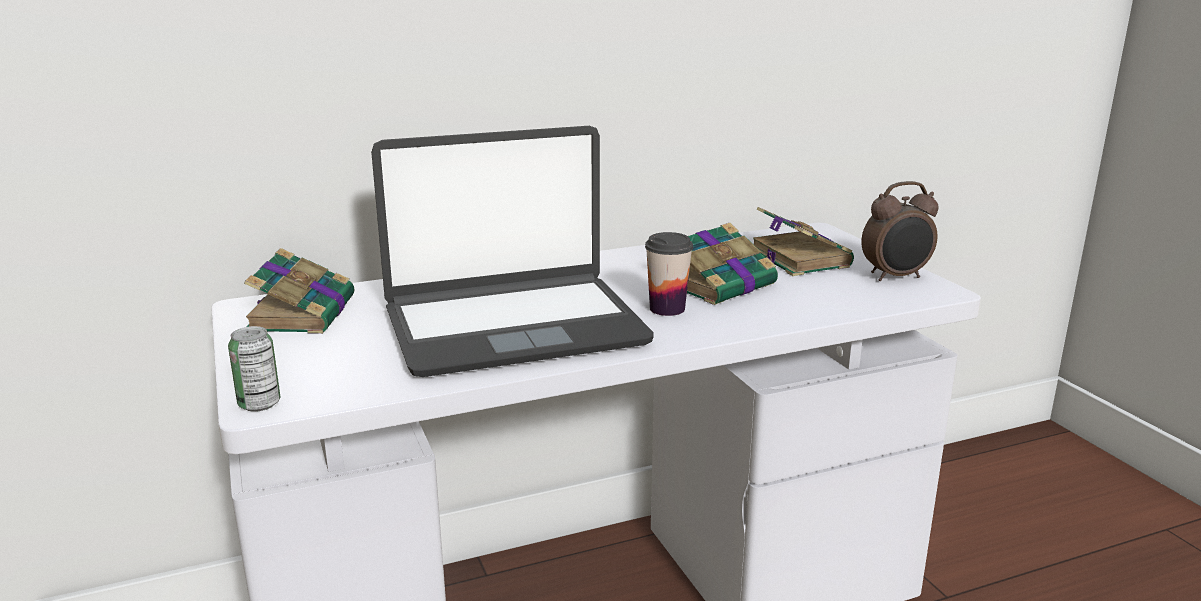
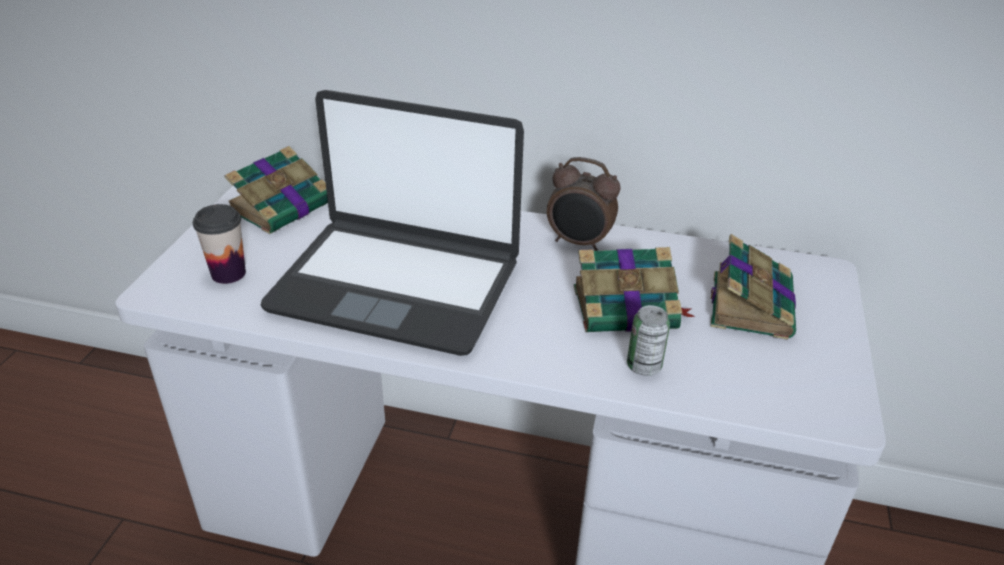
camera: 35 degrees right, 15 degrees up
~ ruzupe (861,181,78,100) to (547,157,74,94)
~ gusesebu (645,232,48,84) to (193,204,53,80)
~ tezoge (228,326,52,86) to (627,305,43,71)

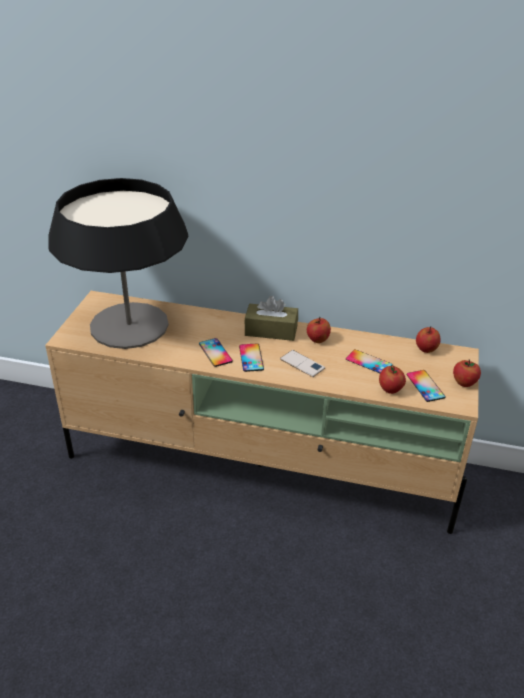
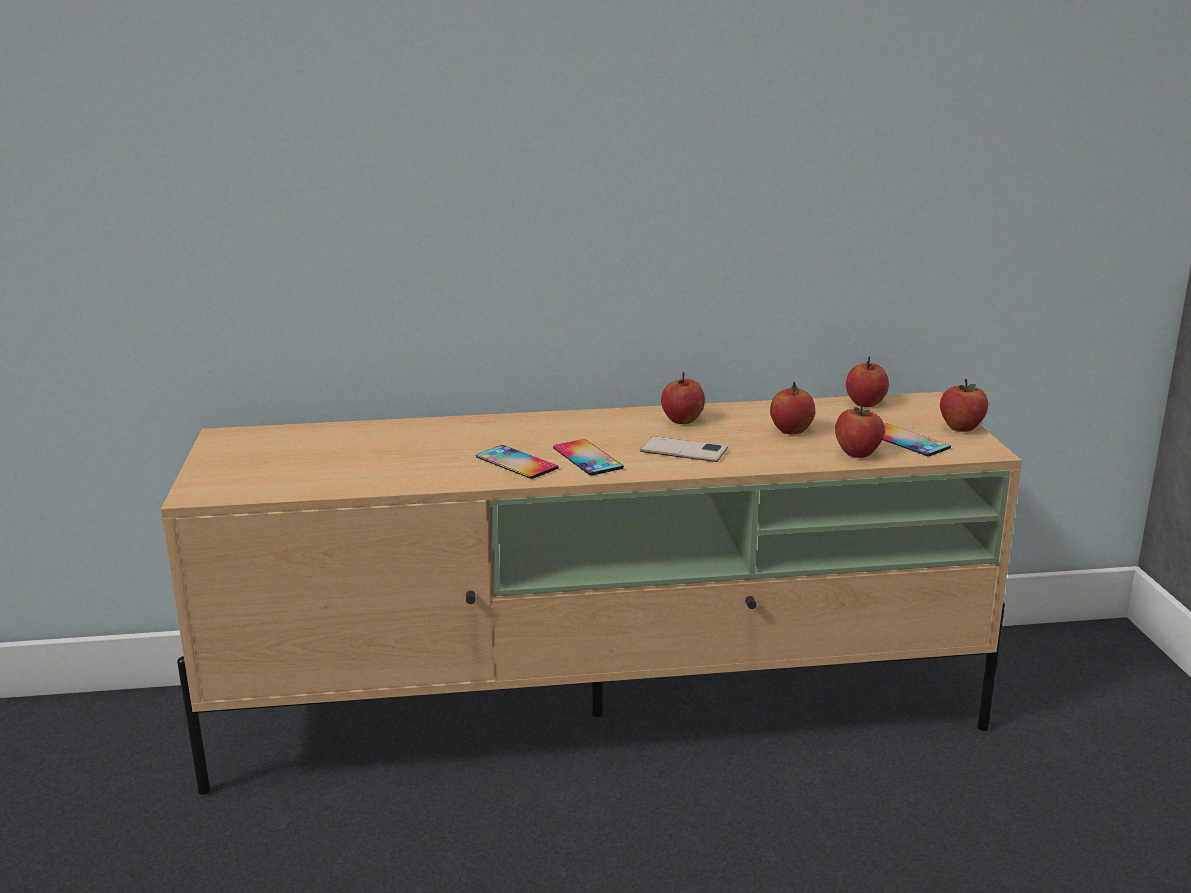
camera: 20 degrees left, 15 degrees down
- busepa (48,178,140,171)
- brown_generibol (244,296,54,45)
~ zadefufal (346,349,47,24) to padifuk (770,382,45,53)

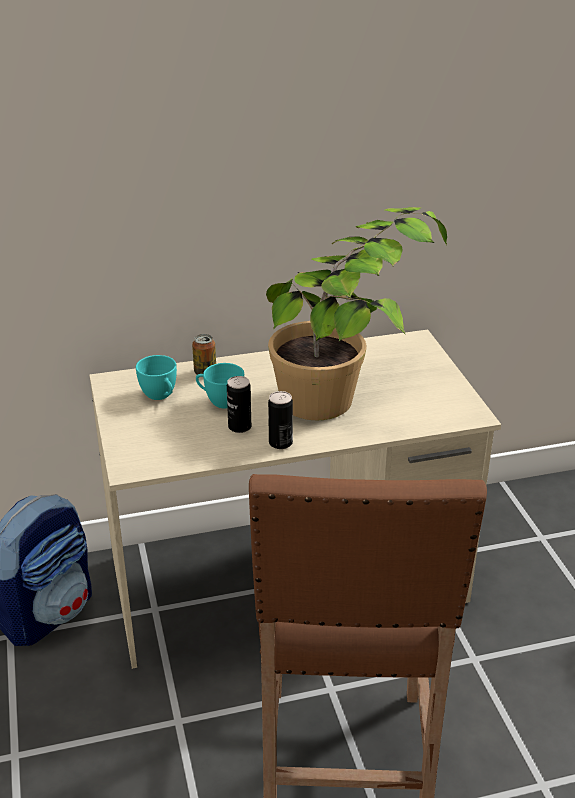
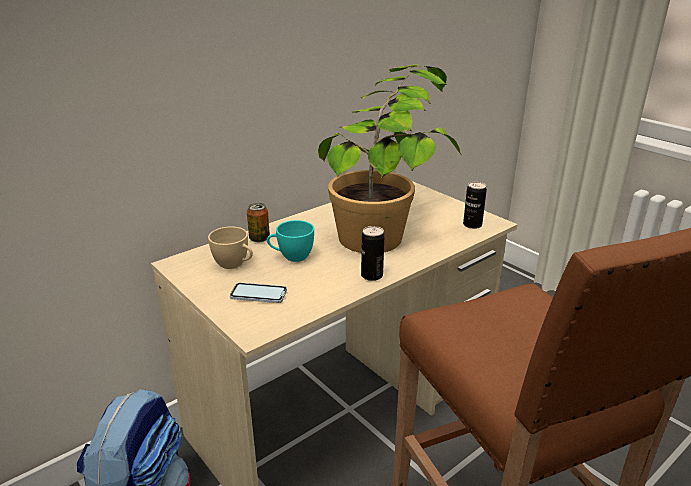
camera: 25 degrees left, 5 degrees down
~ turquoise_gusesebu (136,355,41,45) to beige_gusesebu (208,226,45,43)
~ tezoge (227,376,24,57) to (463,182,24,47)
+ zadefufal (230,283,57,20)

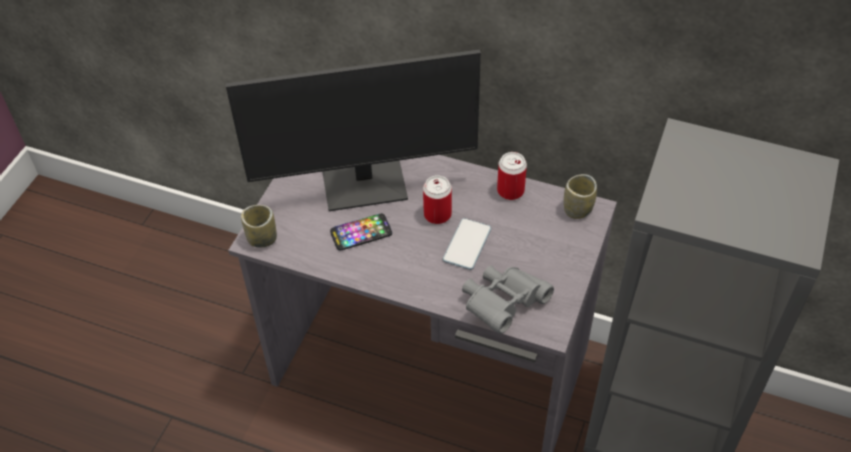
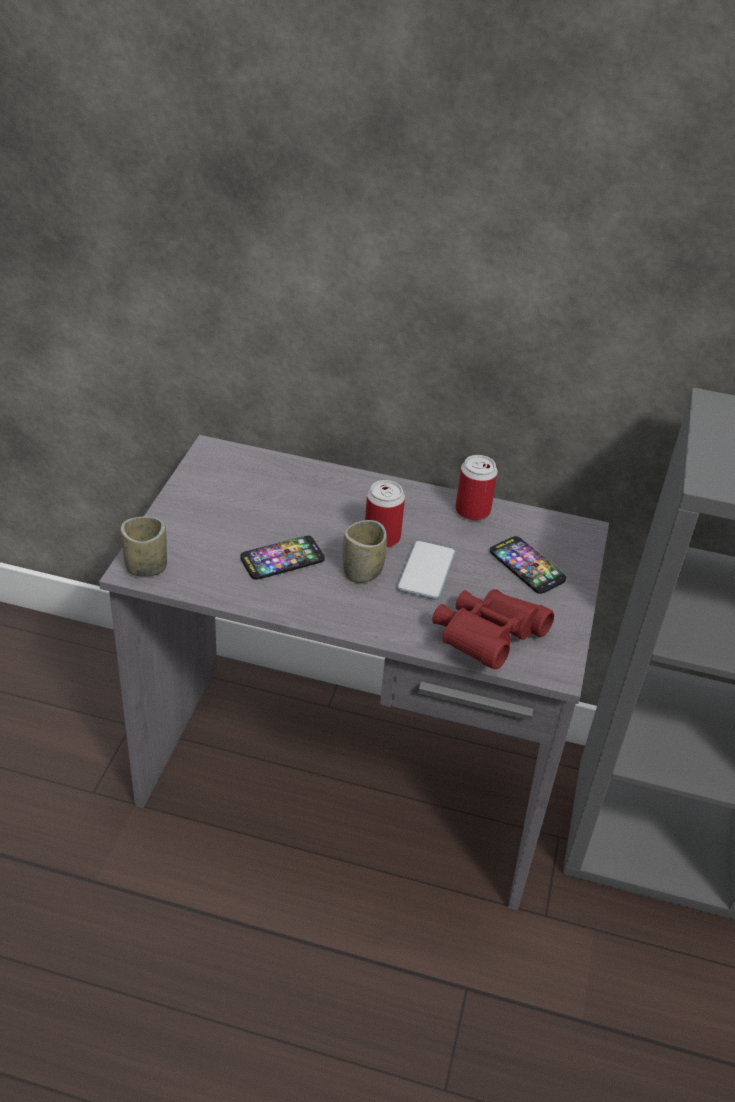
camera: 10 degrees left, 10 degrees down
- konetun (226,49,255,162)
~ gusesebu (564,174,33,45) to (342,520,45,63)
~ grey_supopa (462,265,92,69) to red_supopa (432,589,122,80)
+ zadefufal (490,536,76,58)

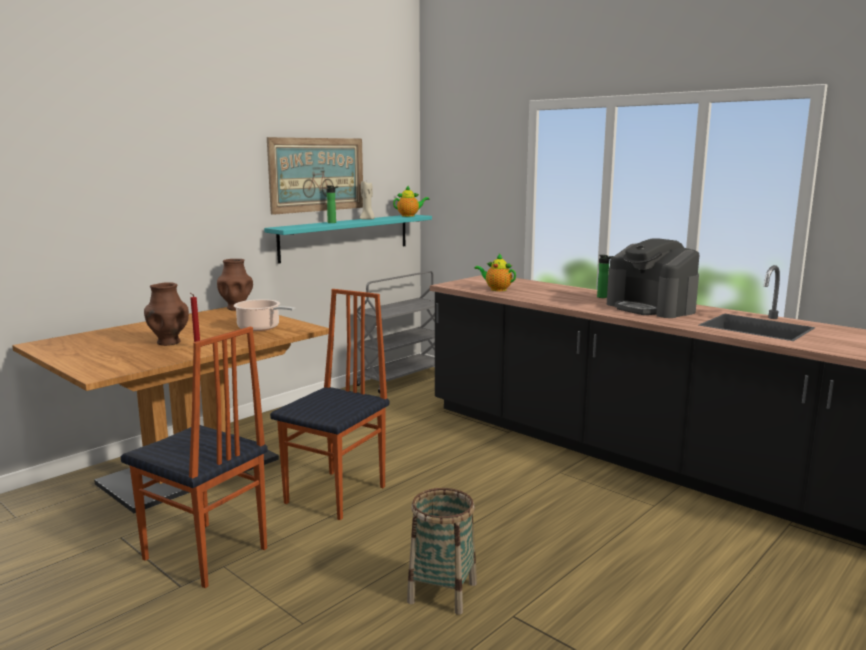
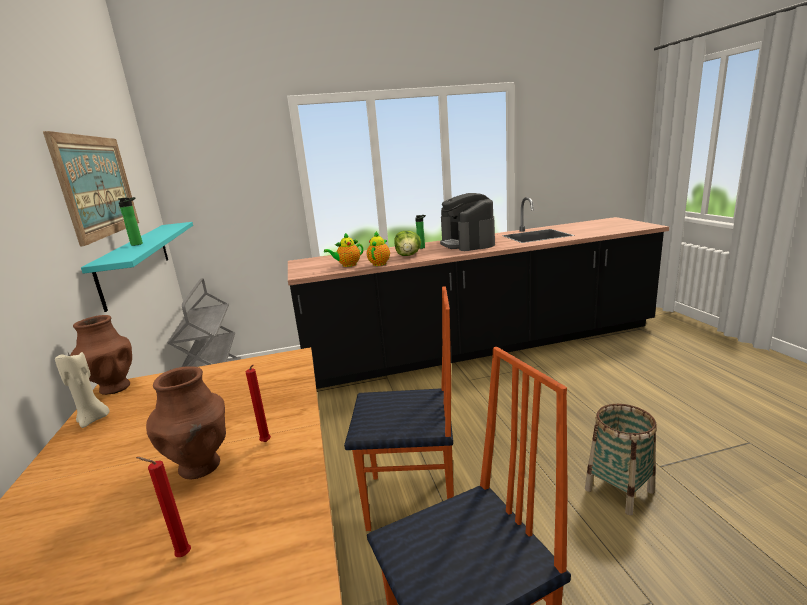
camera: 55 degrees left, 5 degrees up
~ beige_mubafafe (360,181,15,39) to (55,352,55,76)
~ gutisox (393,185,37,32) to (367,231,23,35)
~ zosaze (607,238,92,80) = (440,193,55,58) 75 degrees clockwise
~ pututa (270,289,119,231) = (344,286,110,245) 120 degrees clockwise
- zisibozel (234,299,61,32)
+ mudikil (394,231,27,25)
+ red_mubafafe (136,457,55,100)

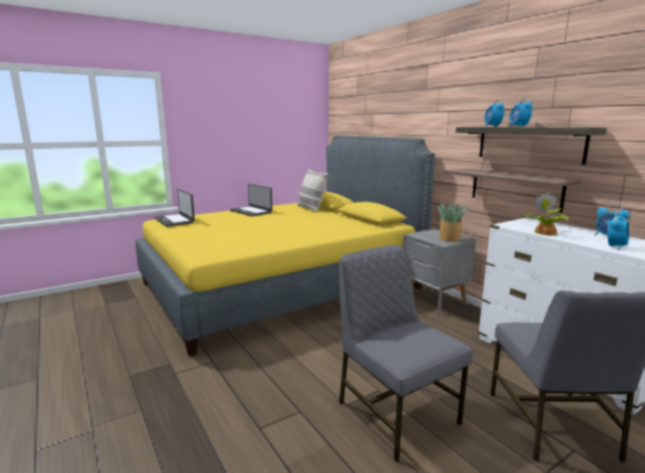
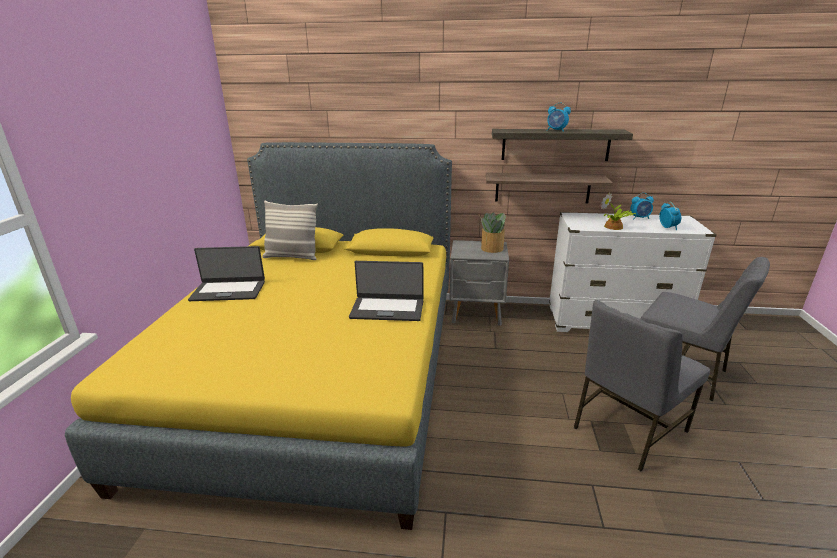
camera: 50 degrees left, 10 degrees up
- ruzupe (484,100,21,27)
~ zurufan (154,189,41,38) to (349,261,75,60)
~ grey_pututa (339,245,134,218) = (574,300,136,171) 45 degrees counterclockwise

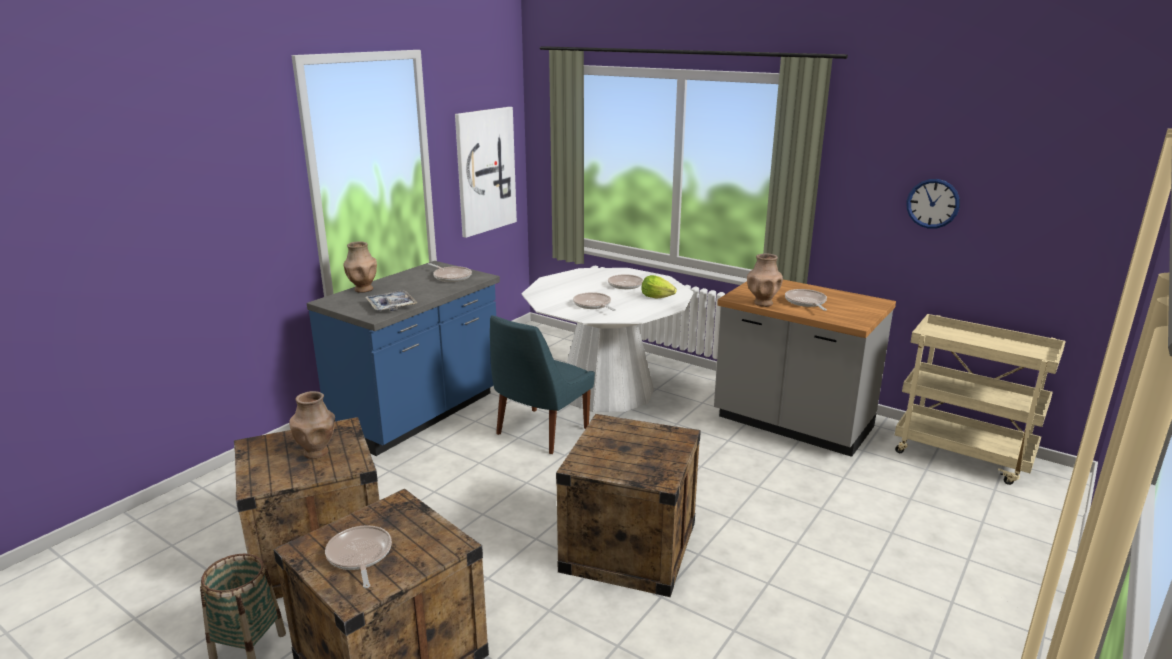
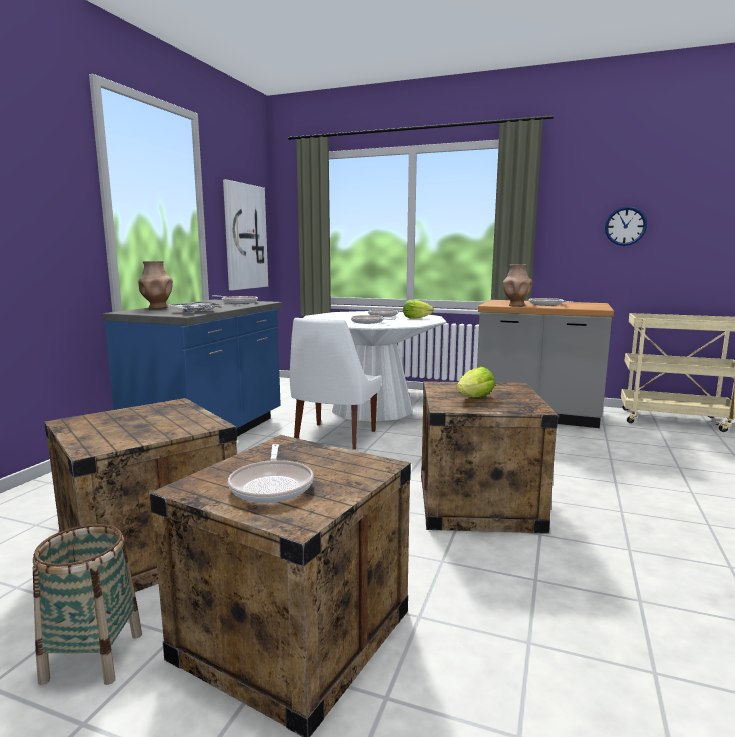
camera: 15 degrees left, 10 degrees down
~ blue_pututa (490,315,105,139) to white_pututa (290,318,91,132)
- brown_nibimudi (289,391,46,68)
~ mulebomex (325,525,67,63) = (228,444,86,59) 150 degrees counterclockwise
+ mudikil (456,367,39,30)

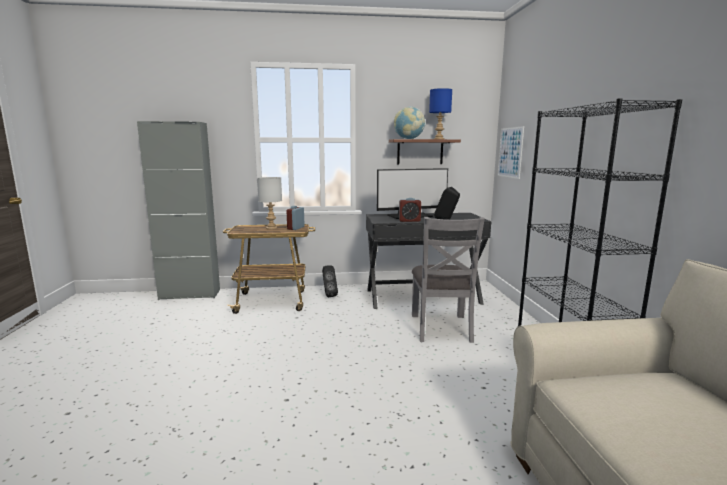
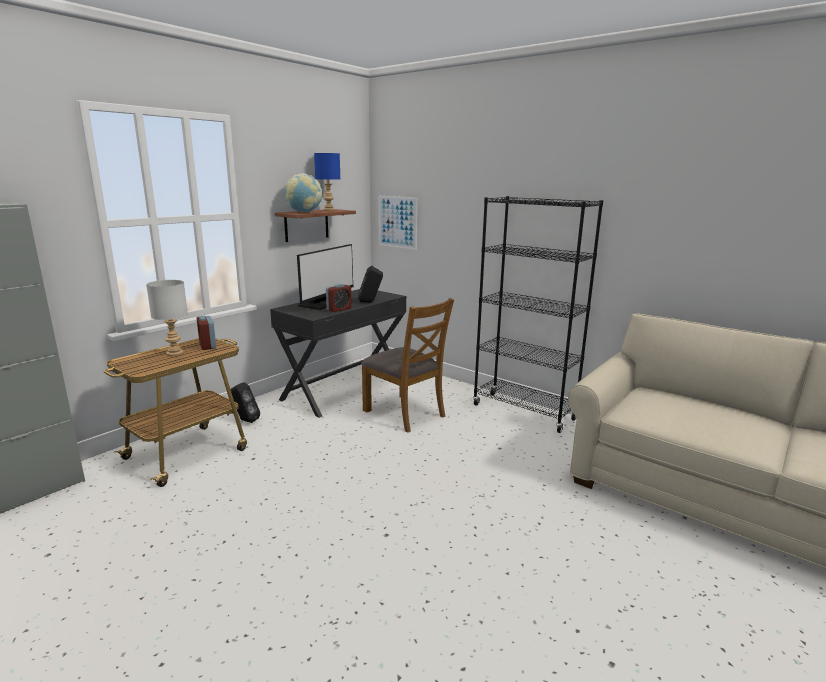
camera: 45 degrees left, 5 degrees up
~ grey_pututa (412,217,73,126) to brown_pututa (361,298,93,135)

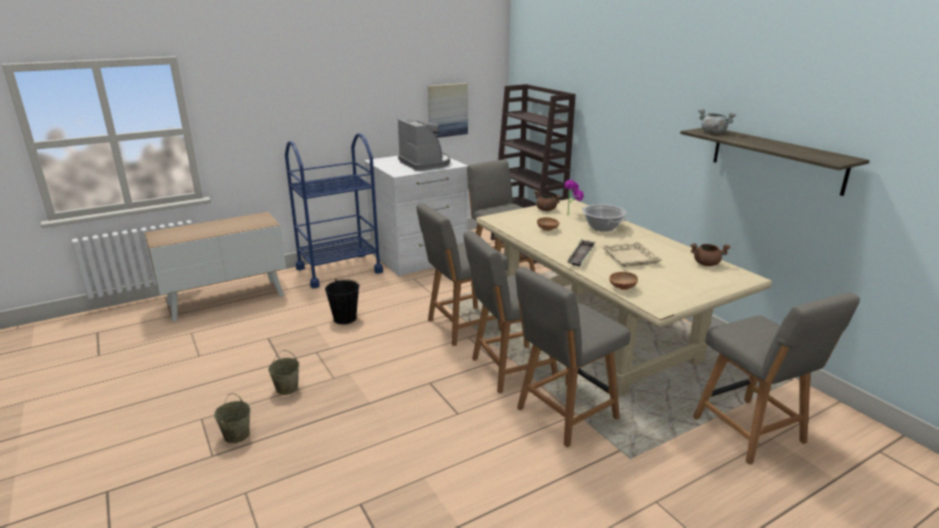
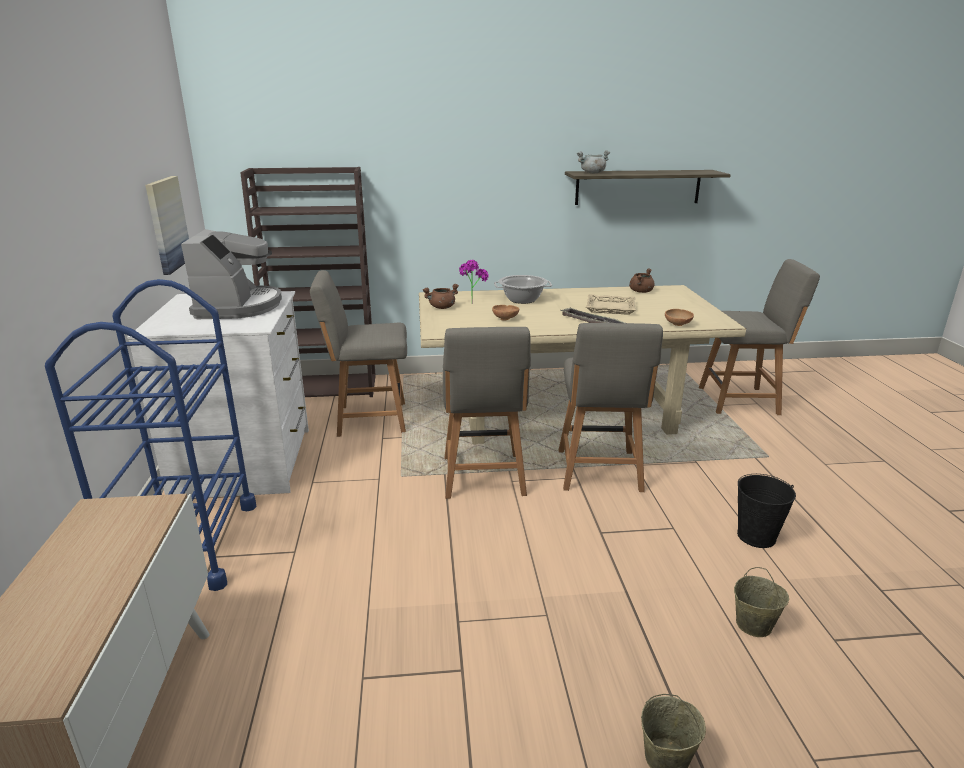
camera: 65 degrees left, 0 degrees up
~ zosaze (398,119,52,52) = (181,229,101,90) 90 degrees clockwise
- grey_pututa (515,267,116,180)
~ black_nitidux (325,280,34,44) to (737,474,59,74)
~ beige_nitidux (268,350,31,45) to (734,567,55,70)

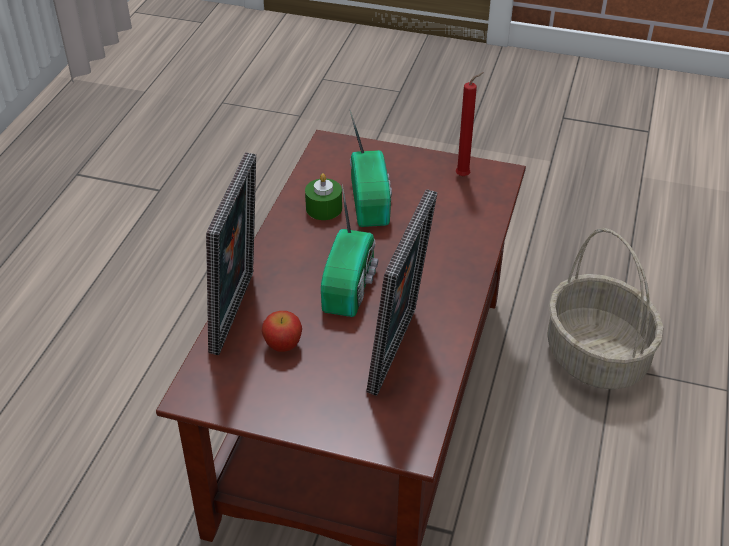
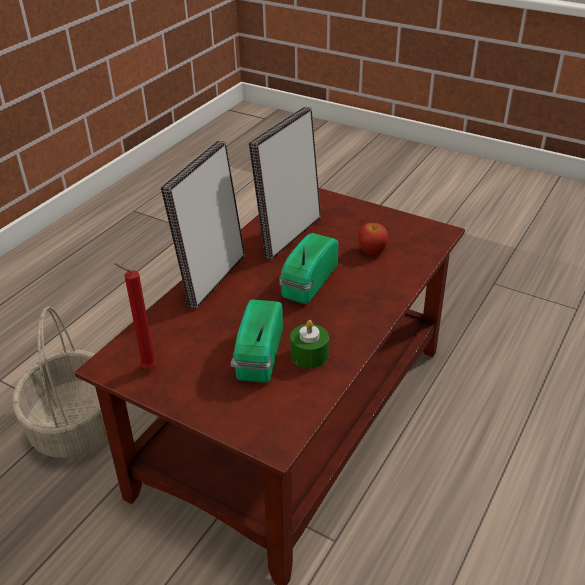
camera: 165 degrees left, 5 degrees down
~ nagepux (206,152,50,203) to (161,141,84,168)

